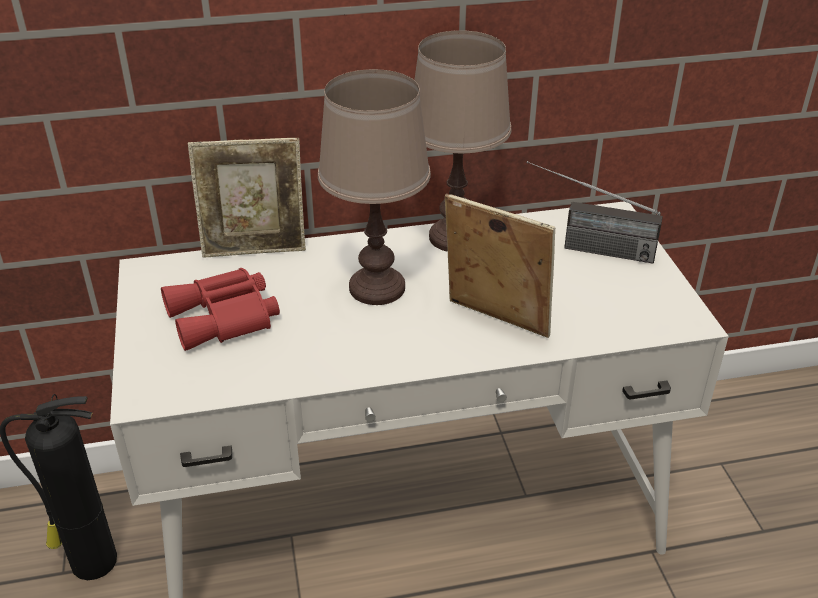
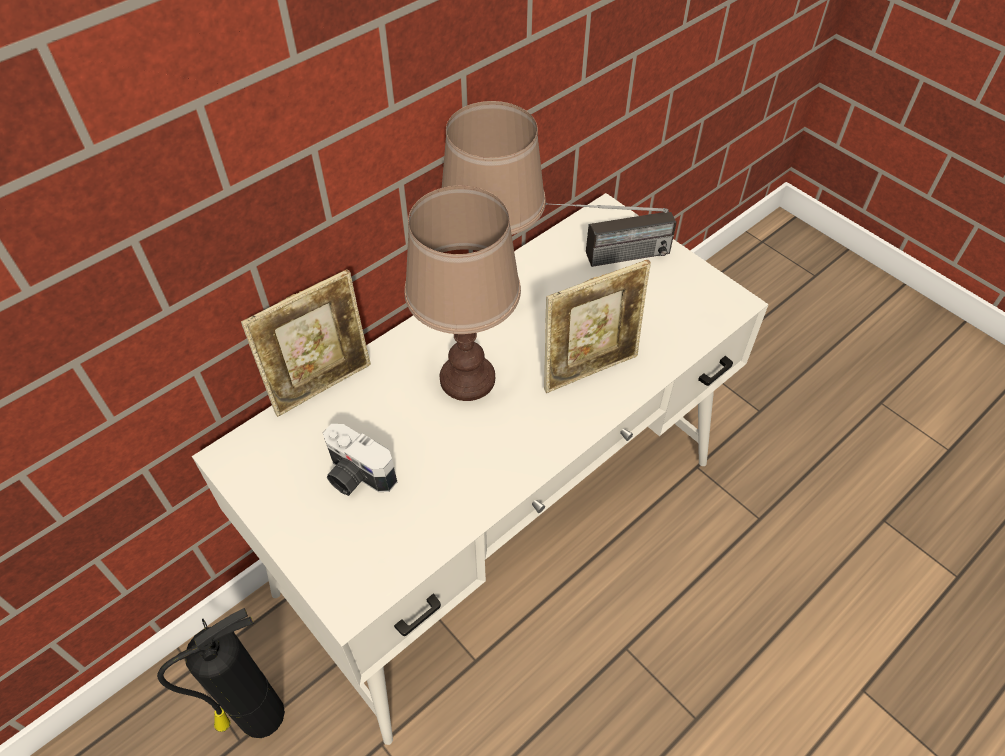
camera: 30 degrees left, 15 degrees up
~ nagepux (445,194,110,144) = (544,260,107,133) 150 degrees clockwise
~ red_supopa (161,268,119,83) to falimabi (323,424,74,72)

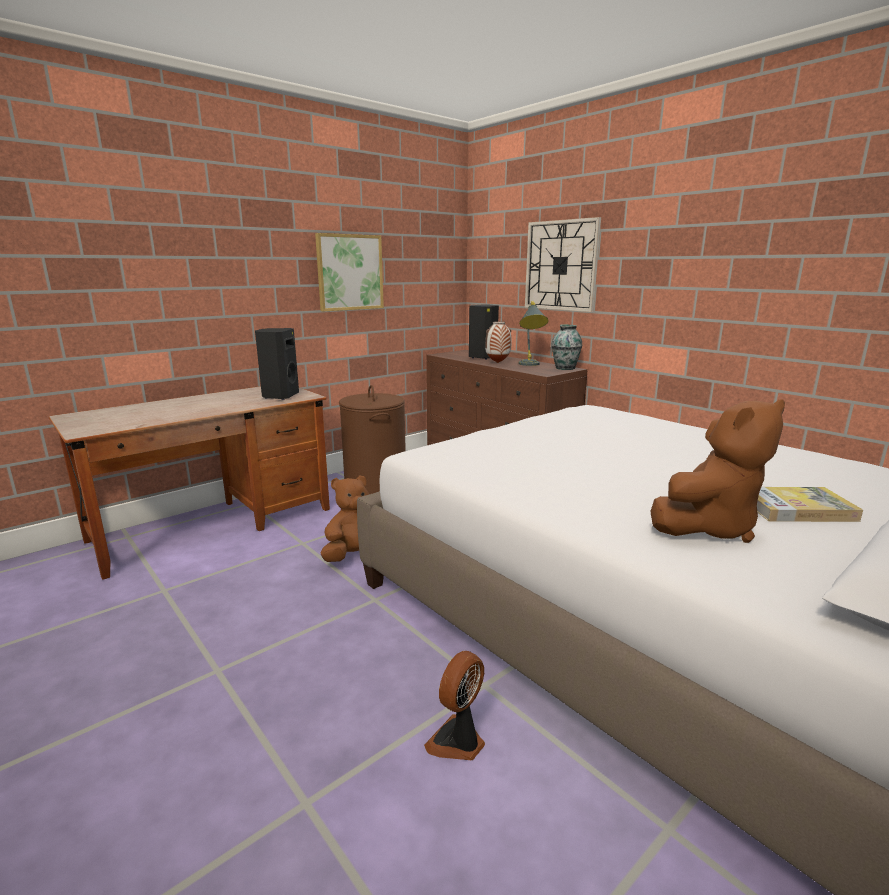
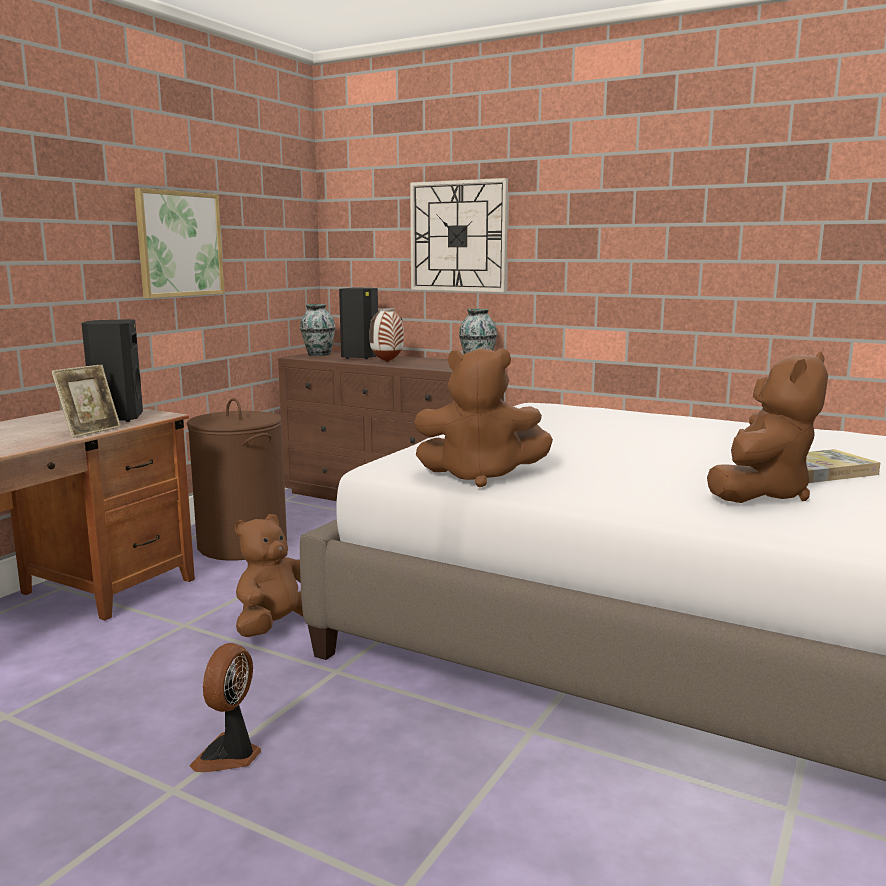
camera: 20 degrees left, 5 degrees down
- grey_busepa (519,301,30,65)
~ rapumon (424,651,61,109) to (190,643,71,129)
+ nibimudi (300,304,36,52)
+ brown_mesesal (414,348,139,139)
+ nagepux (51,365,70,73)

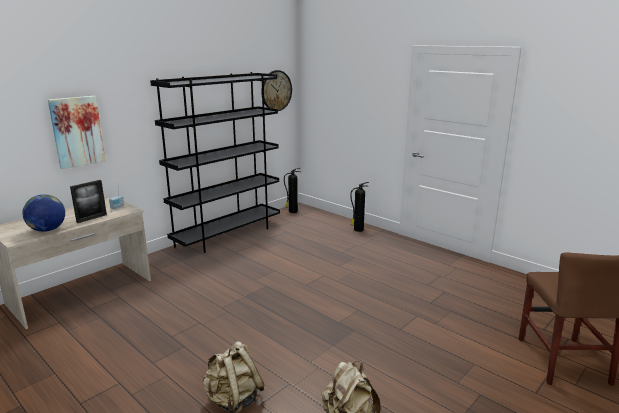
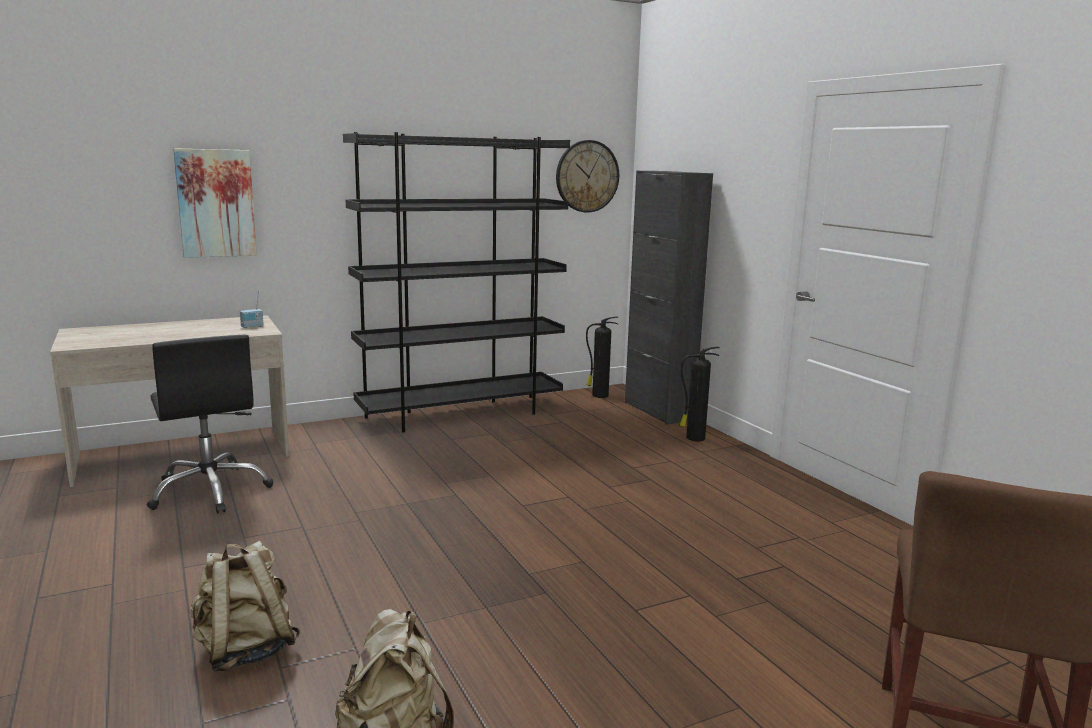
camera: 20 degrees right, 5 degrees down
- nagepux (70,180,37,43)
- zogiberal (22,194,43,38)
+ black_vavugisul (625,171,88,254)
+ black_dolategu (147,335,127,179)

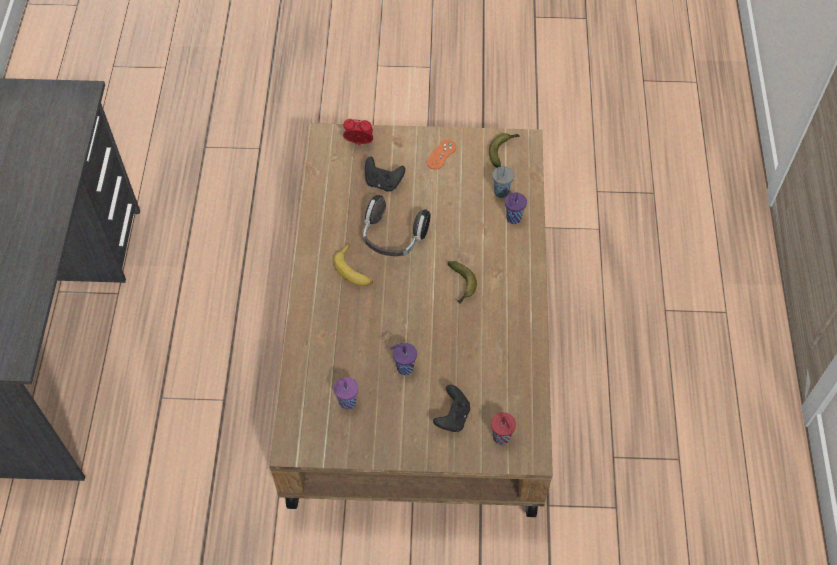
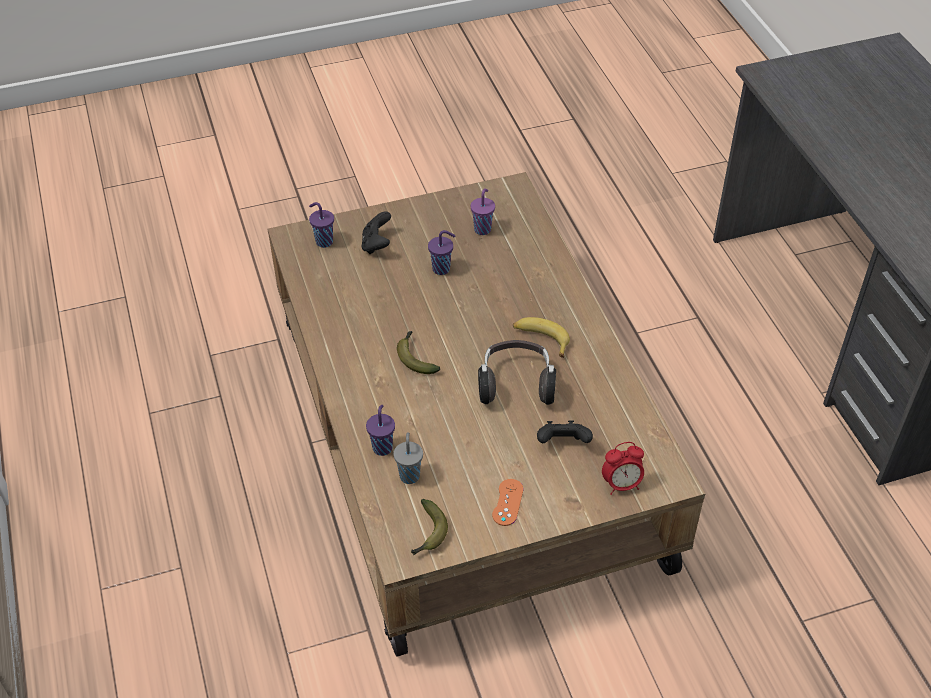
camera: 160 degrees right, 10 degrees down
~ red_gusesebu (491,412,25,33) to purple_gusesebu (309,202,25,46)

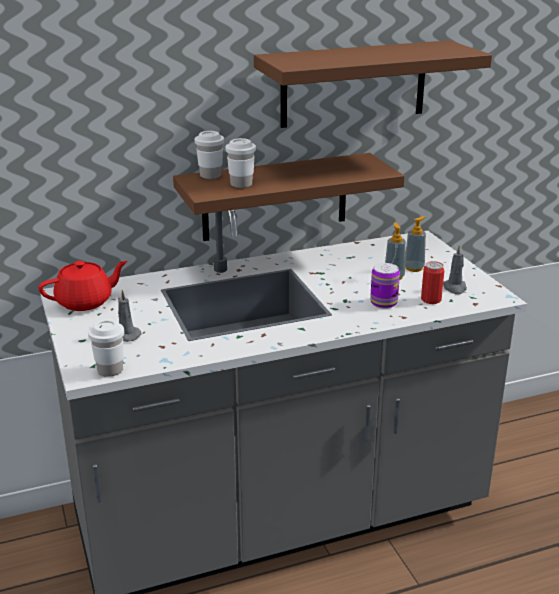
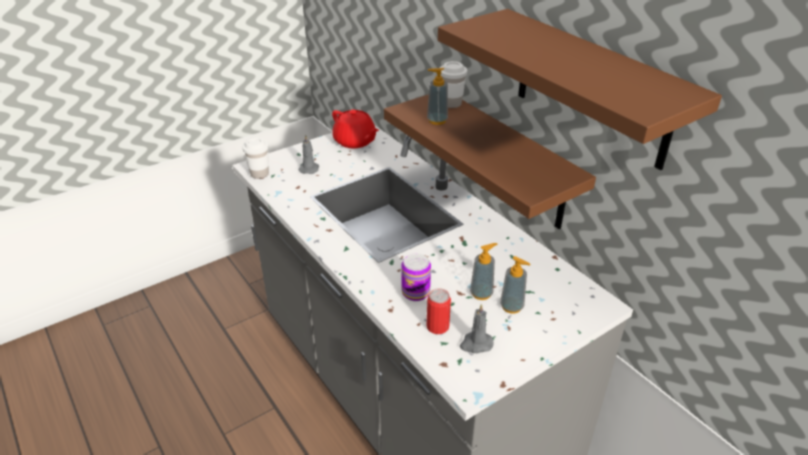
camera: 75 degrees right, 10 degrees up
~ white_gusesebu (225,138,31,50) to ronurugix (427,68,21,57)

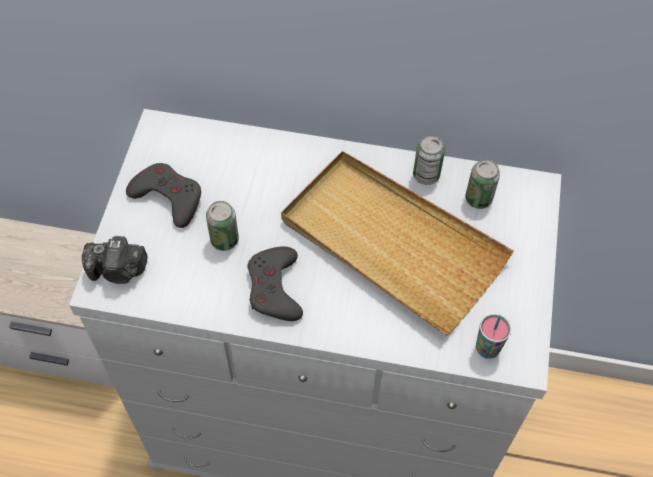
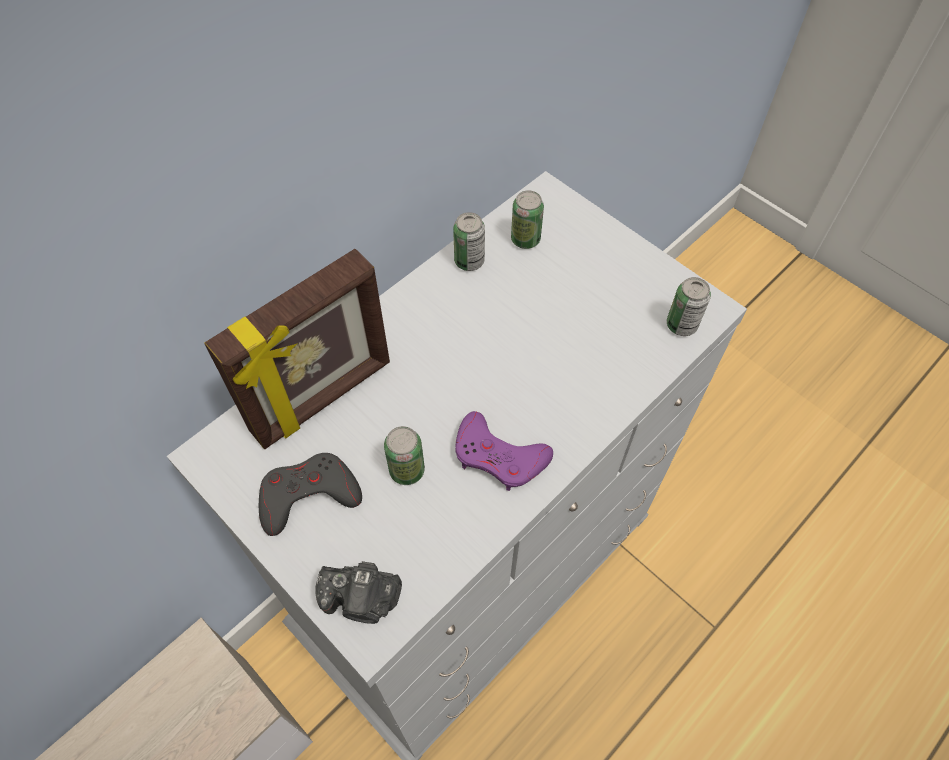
camera: 55 degrees left, 0 degrees up
- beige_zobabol (281,151,233,185)
~ falimabi (82,236,66,48) = (315,561,87,63) 60 degrees clockwise
~ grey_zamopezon (247,247,56,74) to purple_zamopezon (455,411,98,80)
~ gusesebu (476,314,35,45) to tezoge (667,277,44,59)
+ nagepux (204,249,186,200)

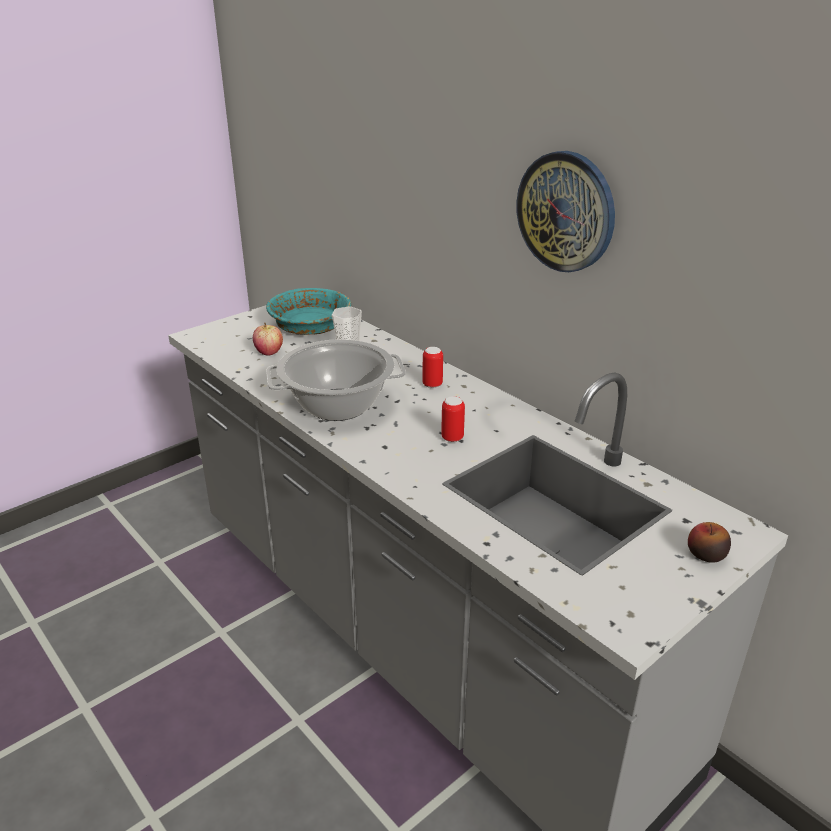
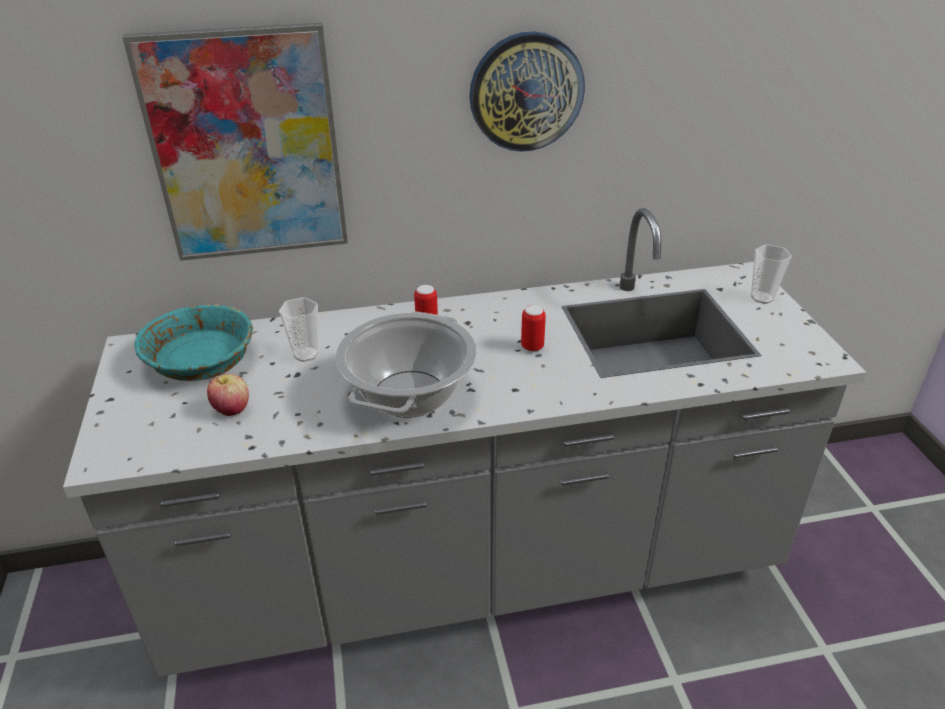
camera: 60 degrees left, 5 degrees up
~ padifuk (688,522,43,41) to gusesebu (751,245,41,59)
+ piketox (122,23,226,238)

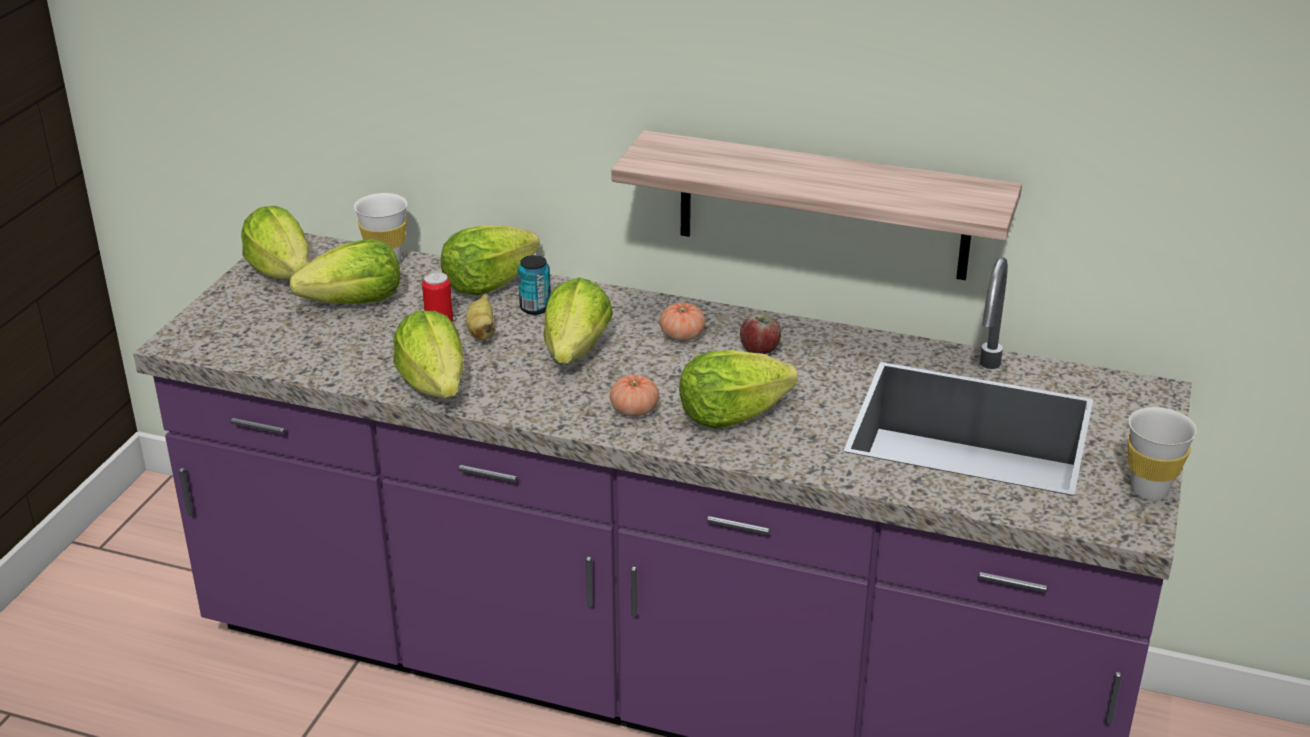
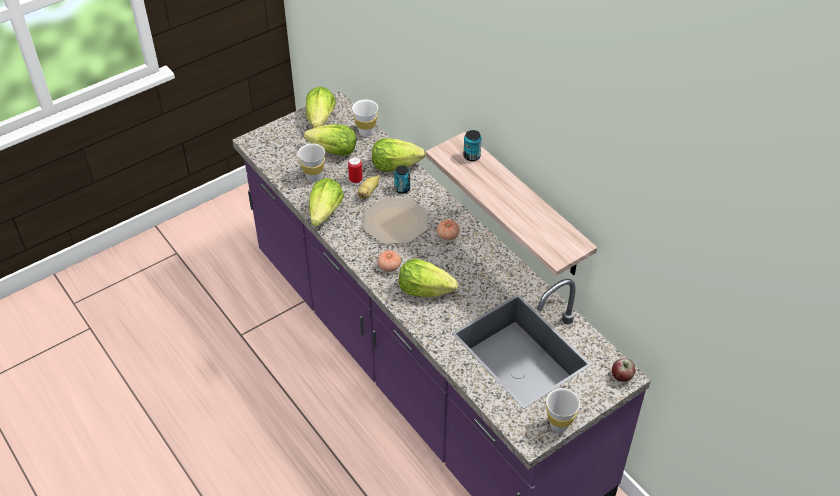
camera: 35 degrees right, 15 degrees up
~ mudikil (544,277,69,87) to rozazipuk (364,198,64,46)
~ padifuk (740,314,41,40) to (612,358,23,24)
+ tezoge (464,130,18,31)
+ white_gusesebu (298,143,27,39)

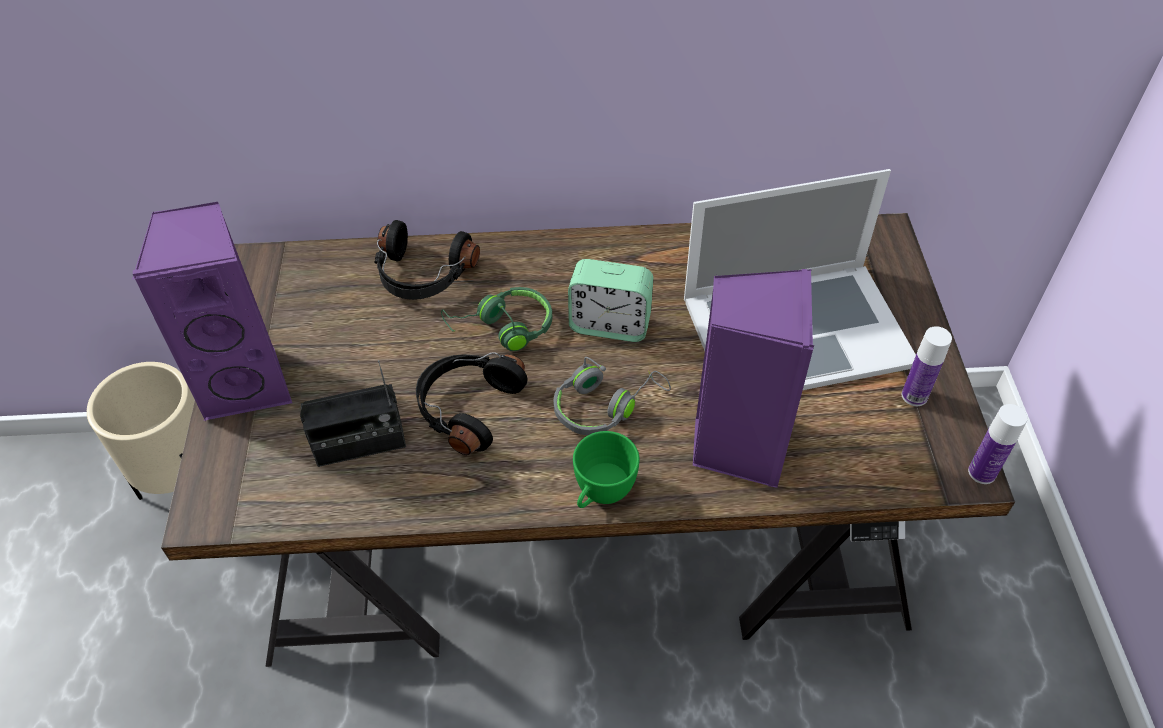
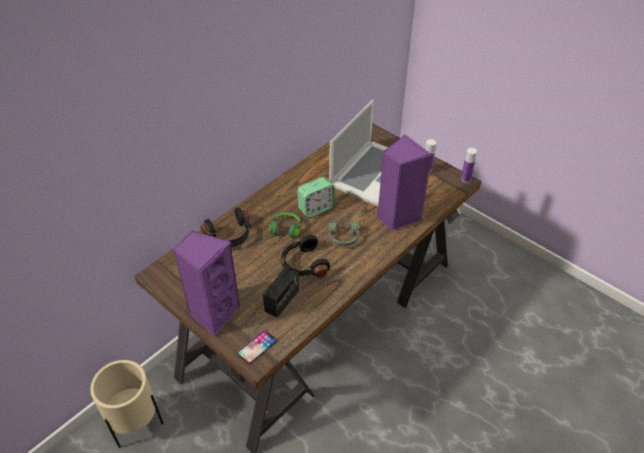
camera: 45 degrees left, 5 degrees down
- green_gusesebu (573,431,67,77)
+ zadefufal (237,330,40,34)

